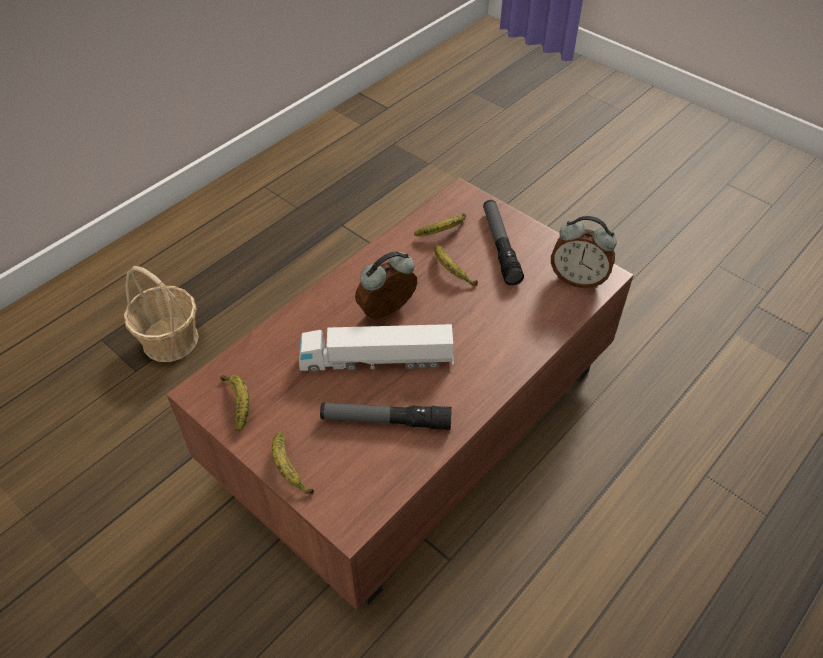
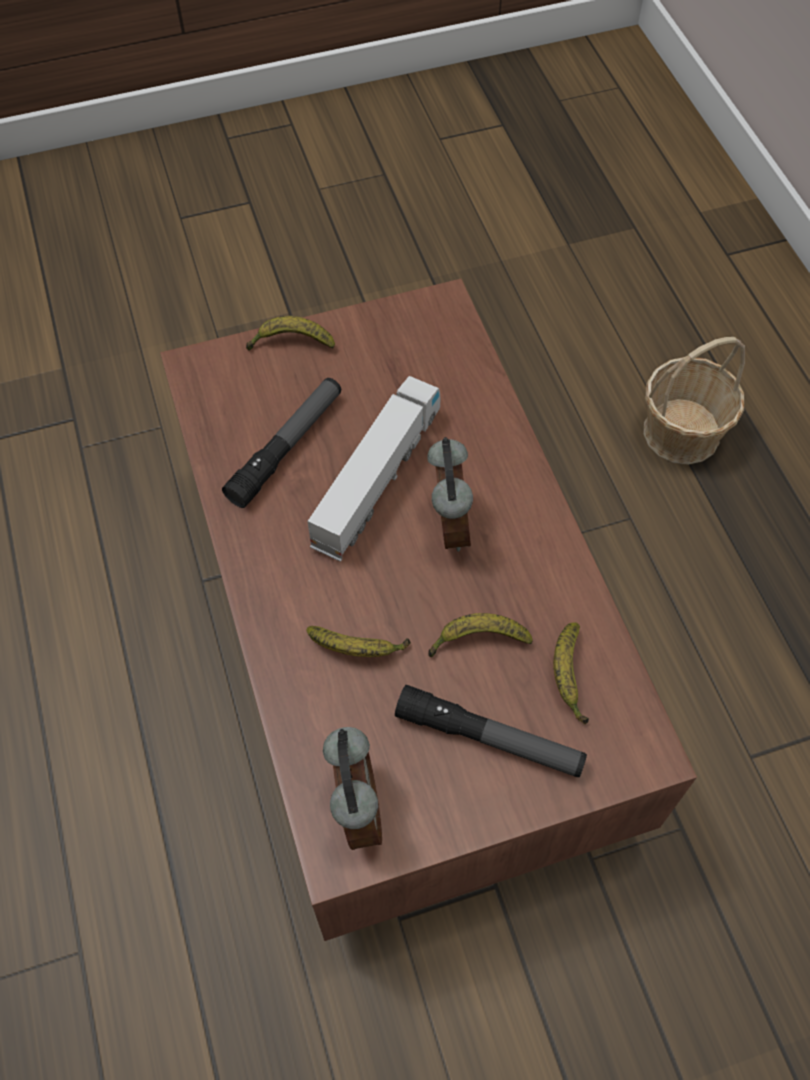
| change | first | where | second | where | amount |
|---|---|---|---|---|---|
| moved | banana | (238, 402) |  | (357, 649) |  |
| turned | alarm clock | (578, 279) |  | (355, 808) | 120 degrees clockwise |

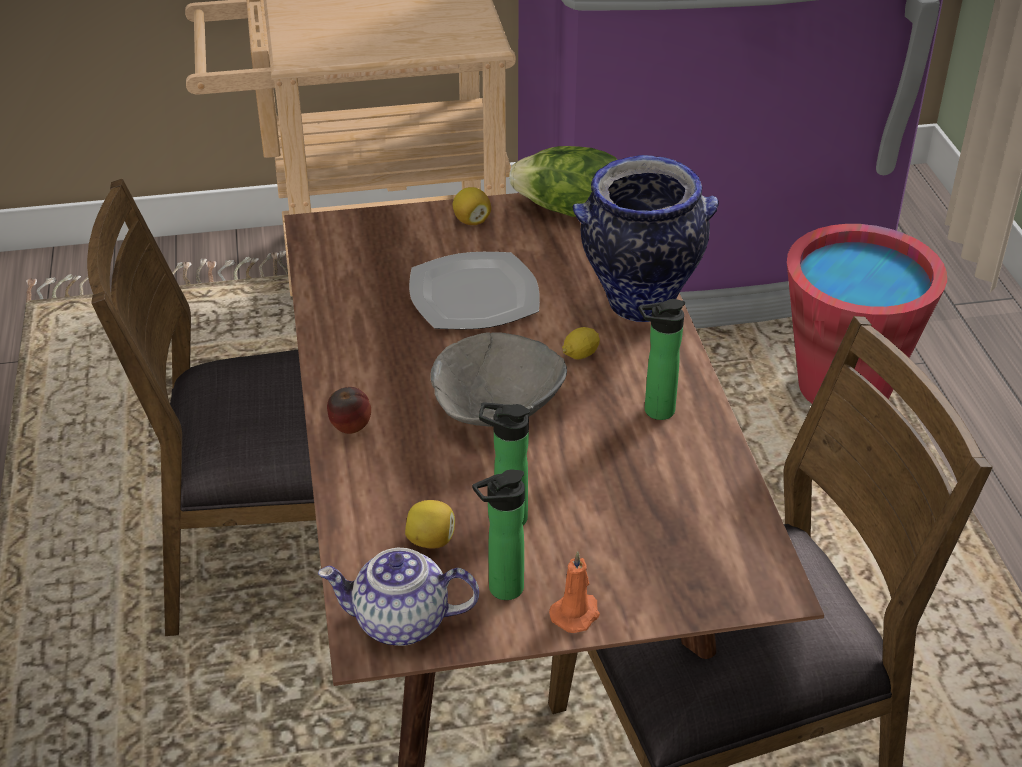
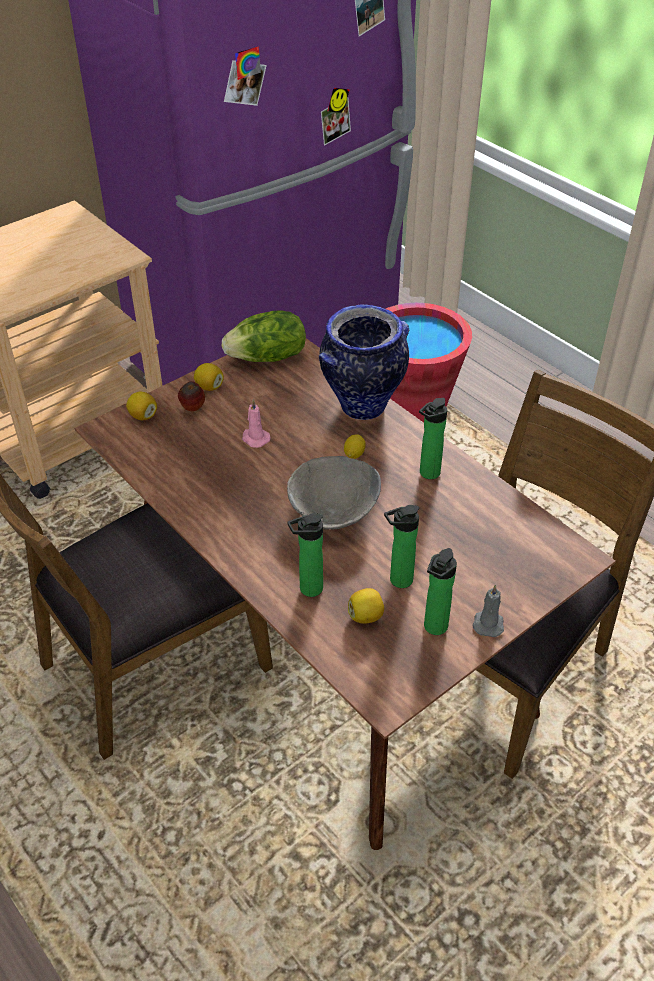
| change | first | where | second | where | amount |
|---|---|---|---|---|---|
| added |  |  | lemon | (143, 416) |  |
| moved | apple | (350, 430) |  | (192, 409) |  |
| replaced | plate | (474, 295) | pink candle | (255, 438) |  |
| added |  |  | bottle | (307, 589) |  |
| recoloured | orange candle | (576, 613) | grey candle | (488, 623) |  |
| removed | teapot | (400, 622) |  |  |  |

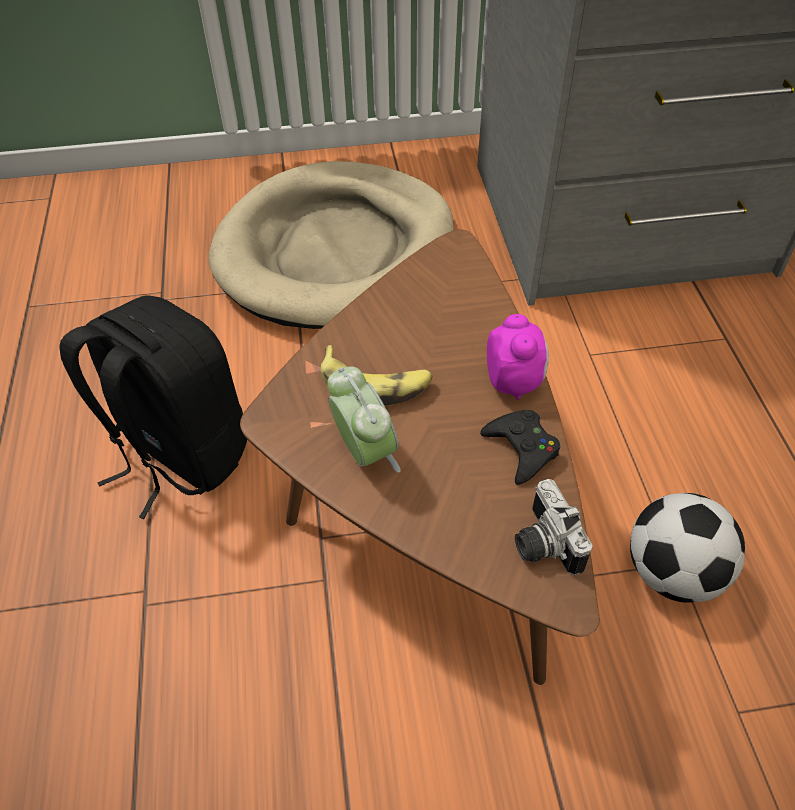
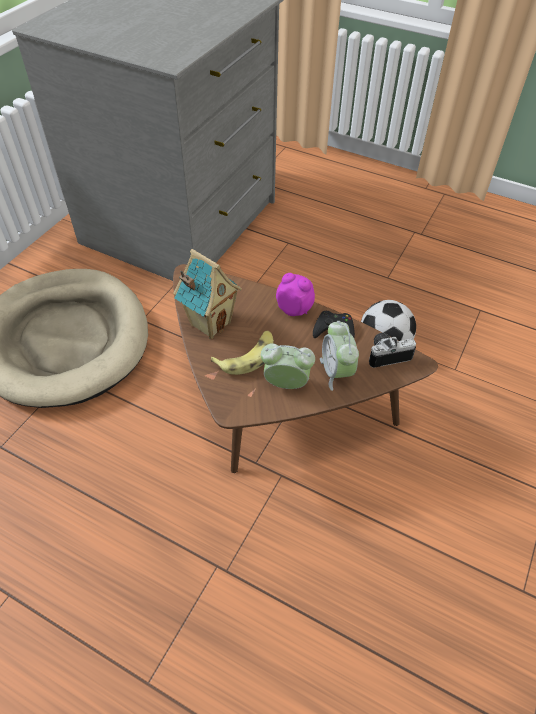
| change | first | where | second | where | amount |
|---|---|---|---|---|---|
| added |  |  | toy house | (210, 323) |  |
| added |  |  | alarm clock | (336, 372) |  |
| turned | photo camera | (542, 543) |  | (386, 354) | 150 degrees clockwise |
| removed | black backpack | (179, 453) |  |  |  |

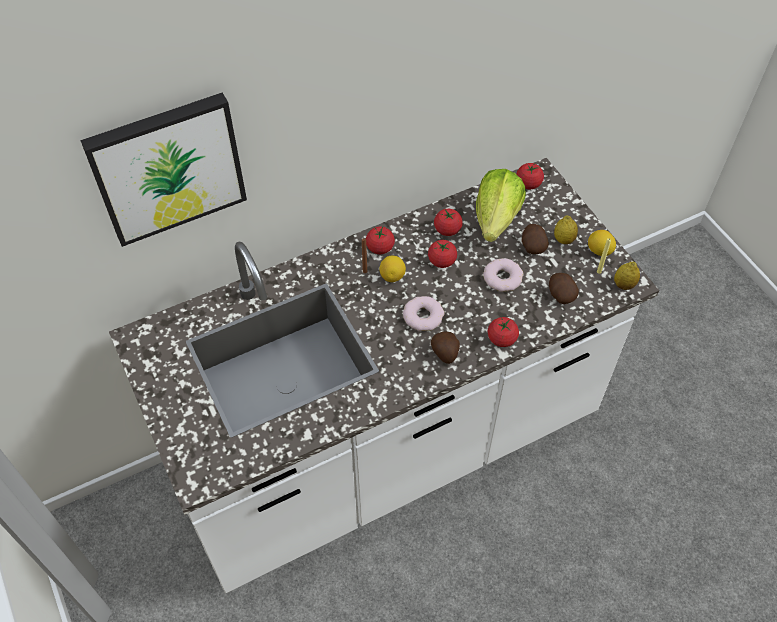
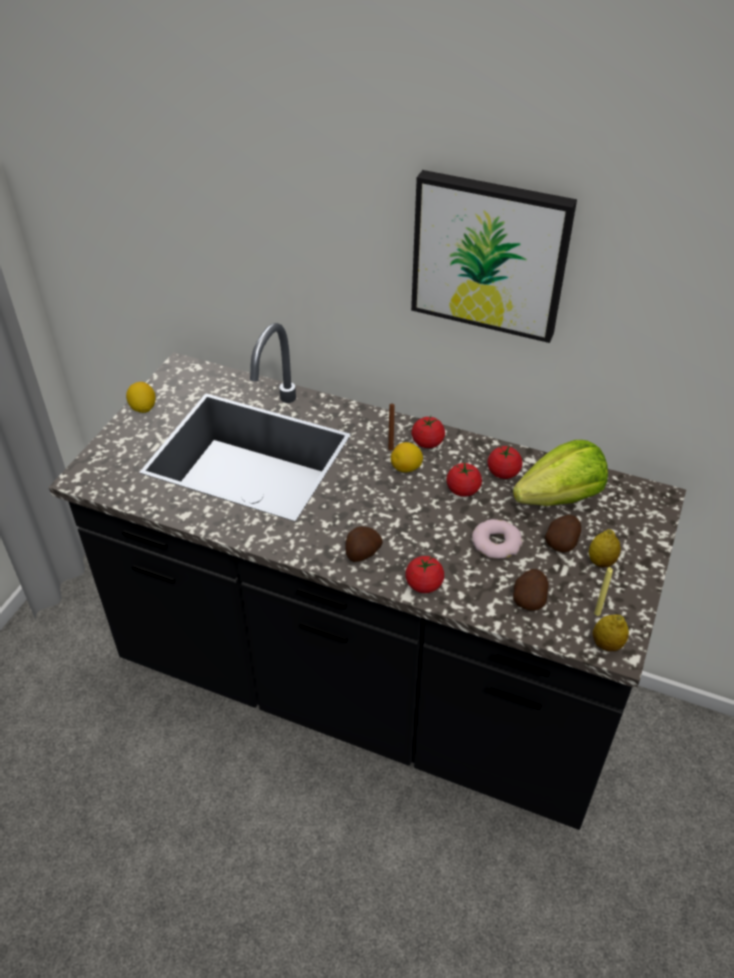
| change | first | where | second | where | amount |
|---|---|---|---|---|---|
| recoloured | white counter | (388, 449) | black counter | (367, 686) |  |
| moved | lemon | (599, 251) |  | (143, 408) |  |
| moved | picture | (167, 167) |  | (490, 254) |  |
| removed | donut | (423, 316) |  |  |  |
| removed | tomato | (528, 184) |  |  |  |

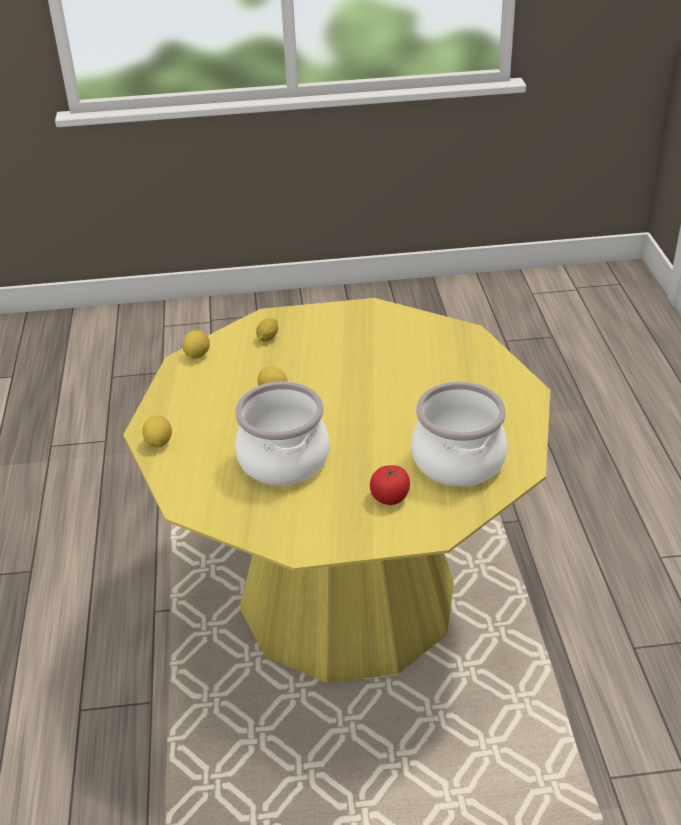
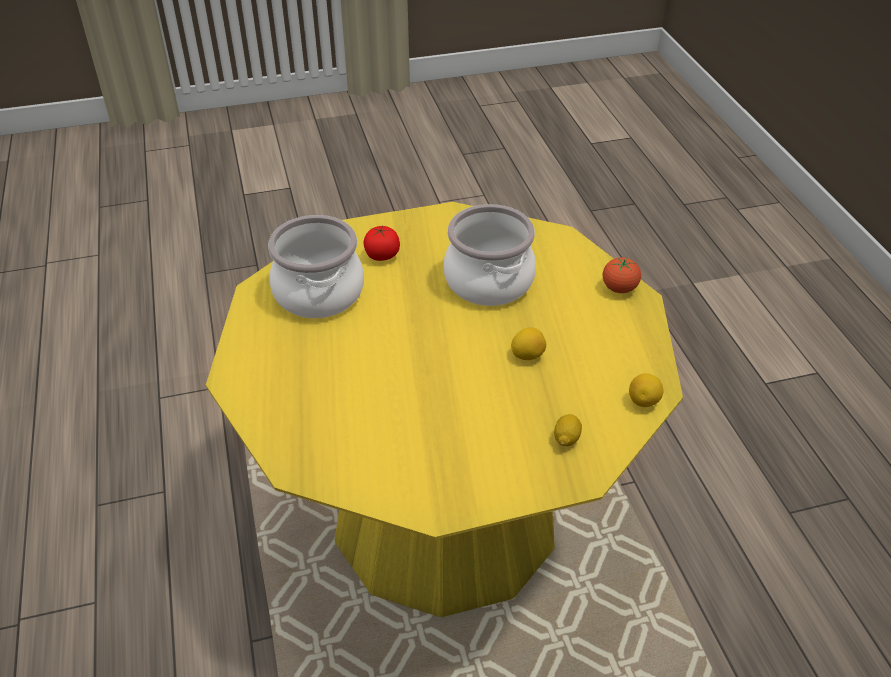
| change | first | where | second | where | amount |
|---|---|---|---|---|---|
| replaced | lemon | (159, 442) | tomato | (619, 288) |  |

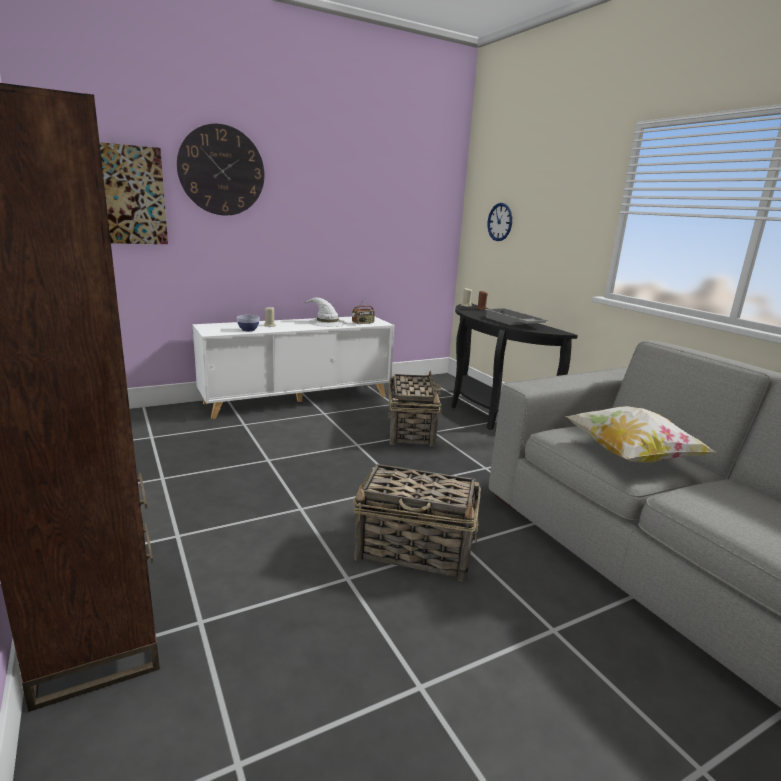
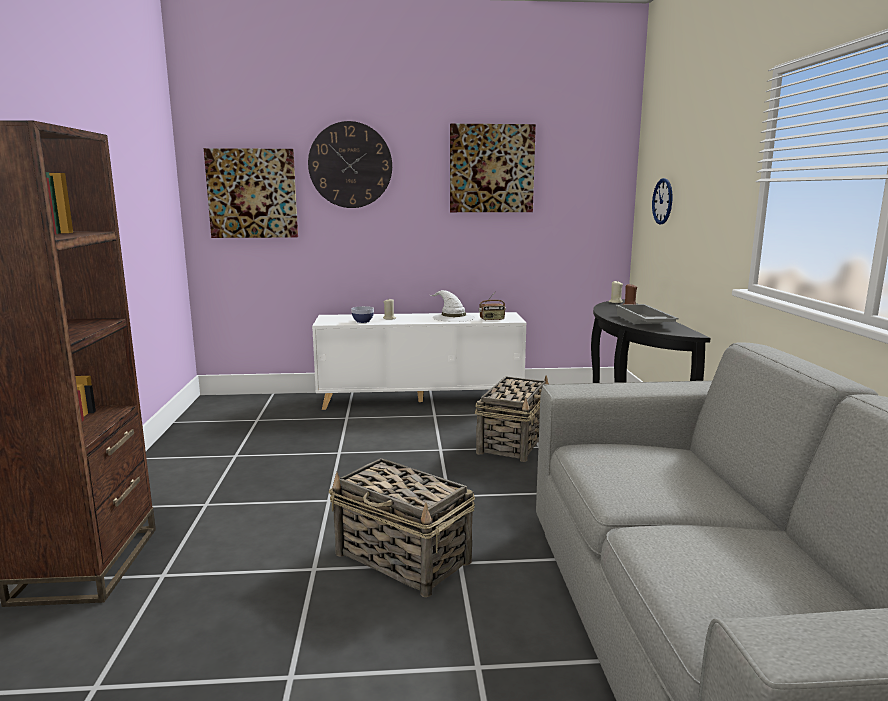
| change | first | where | second | where | amount |
|---|---|---|---|---|---|
| added |  |  | picture | (491, 168) |  |
| removed | pillow | (630, 456) |  |  |  |

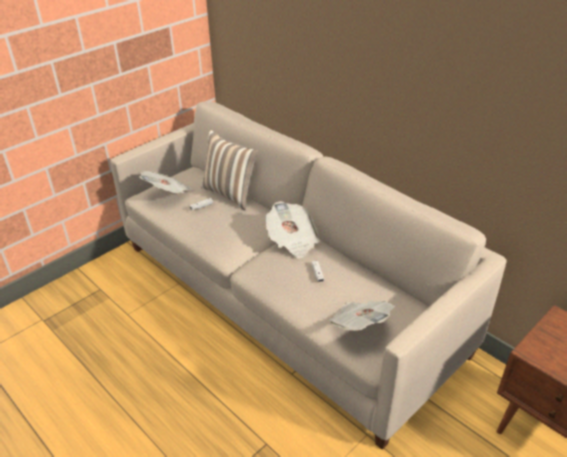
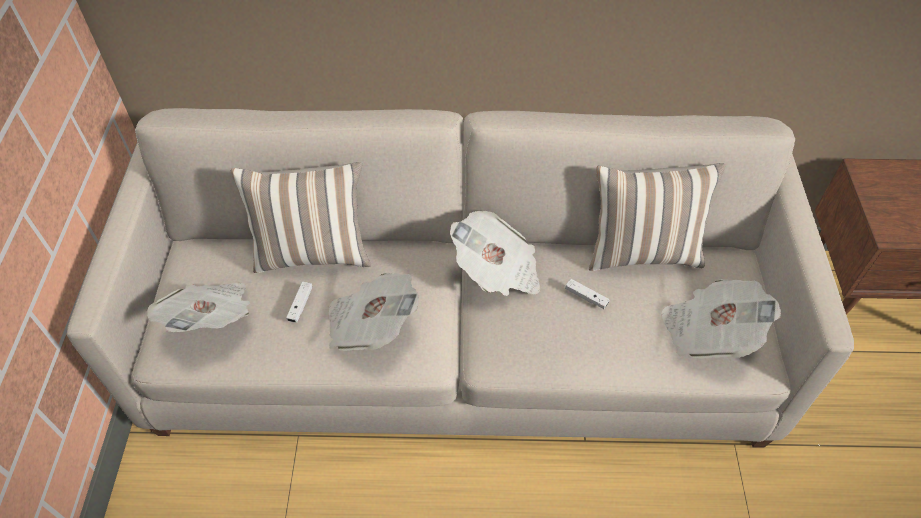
| change | first | where | second | where | amount |
|---|---|---|---|---|---|
| added |  |  | newspaper | (371, 325) |  |
| added |  |  | pillow | (642, 252) |  |

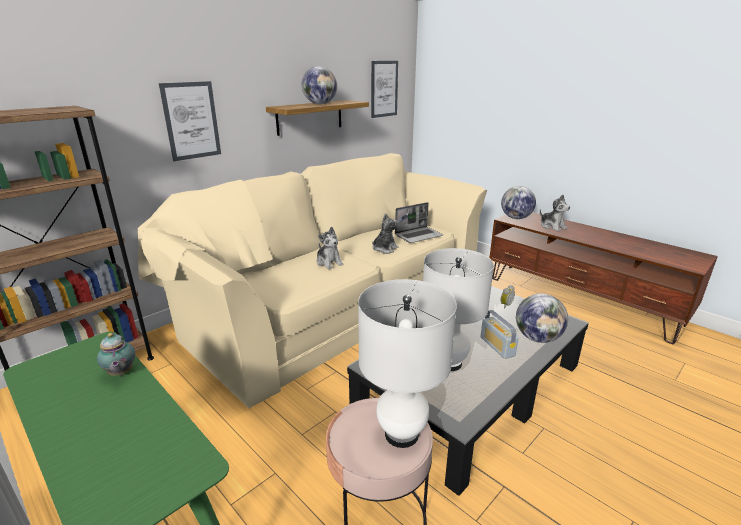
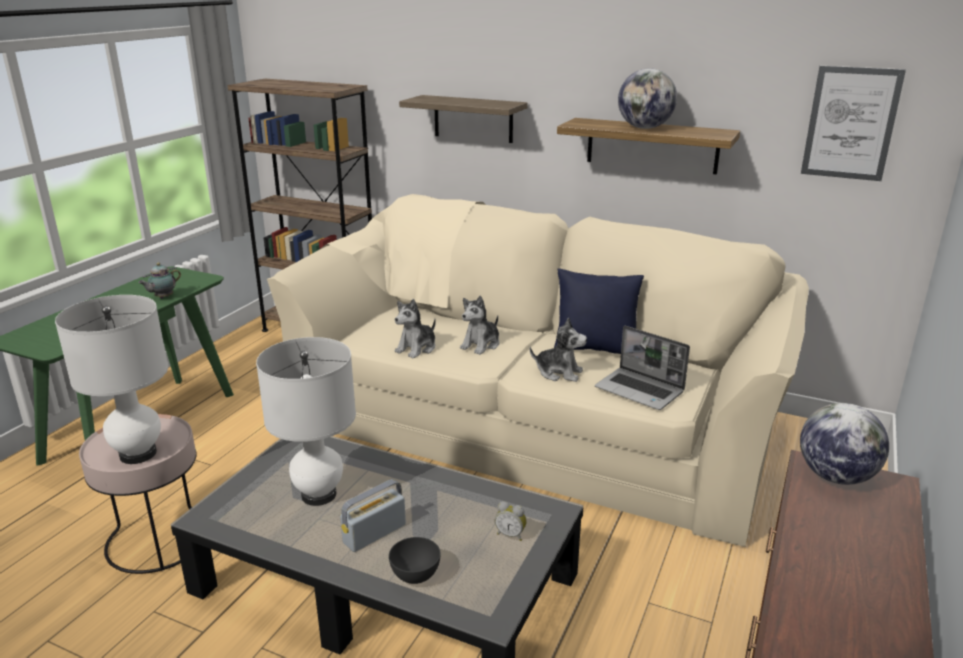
| change | first | where | second | where | amount |
|---|---|---|---|---|---|
| replaced | globe | (537, 338) | grey bowl | (416, 575) |  |
| moved | plush toy | (552, 226) |  | (417, 348) |  |
| replaced | picture | (191, 121) | shelf | (473, 119) |  |
| added |  |  | blue pillow | (595, 349) |  |

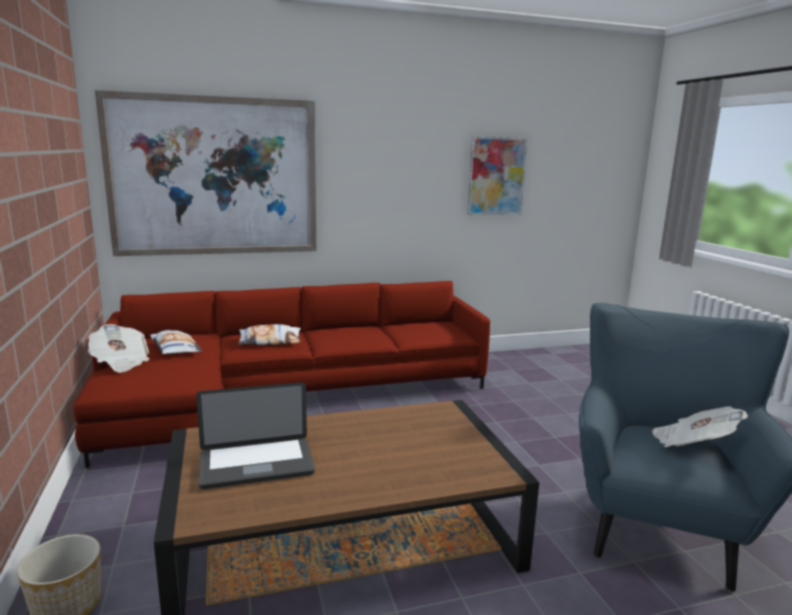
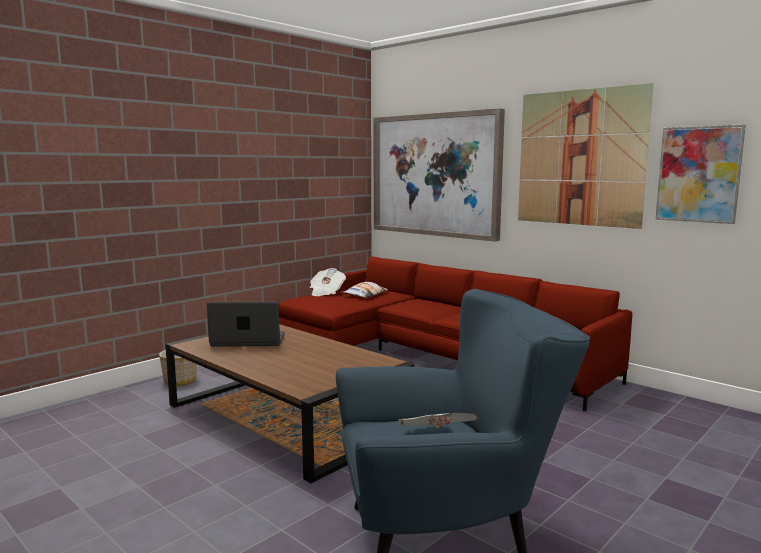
| change | first | where | second | where | amount |
|---|---|---|---|---|---|
| turned | laptop | (256, 464) |  | (248, 341) | 135 degrees clockwise |
| added |  |  | picture | (579, 158) |  |
| removed | pillow | (270, 341) |  |  |  |

